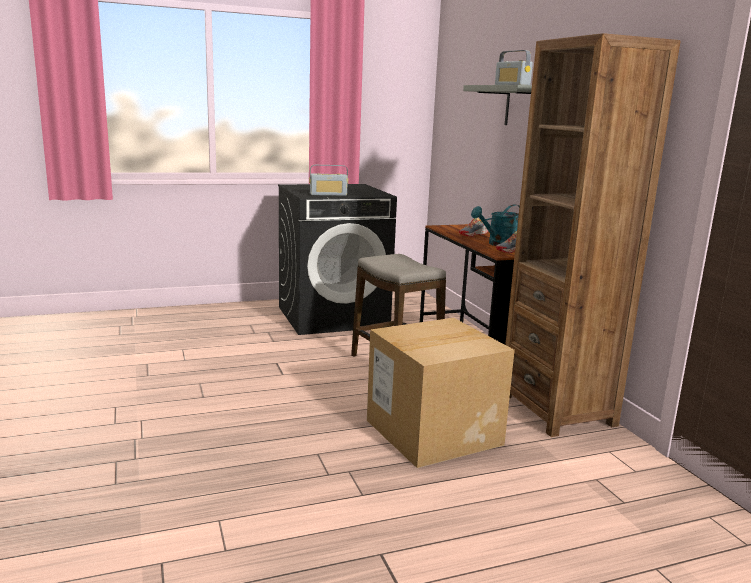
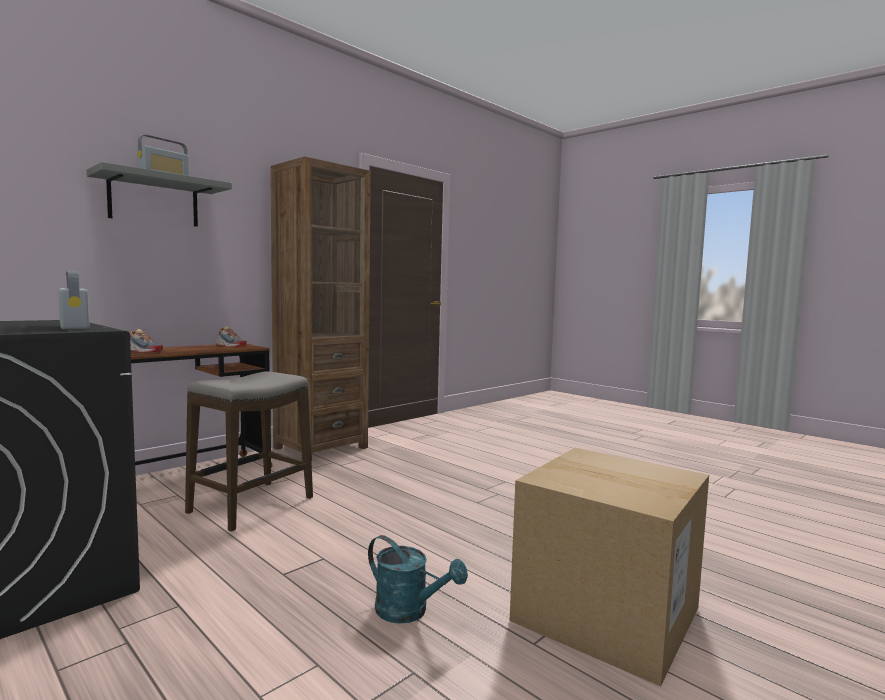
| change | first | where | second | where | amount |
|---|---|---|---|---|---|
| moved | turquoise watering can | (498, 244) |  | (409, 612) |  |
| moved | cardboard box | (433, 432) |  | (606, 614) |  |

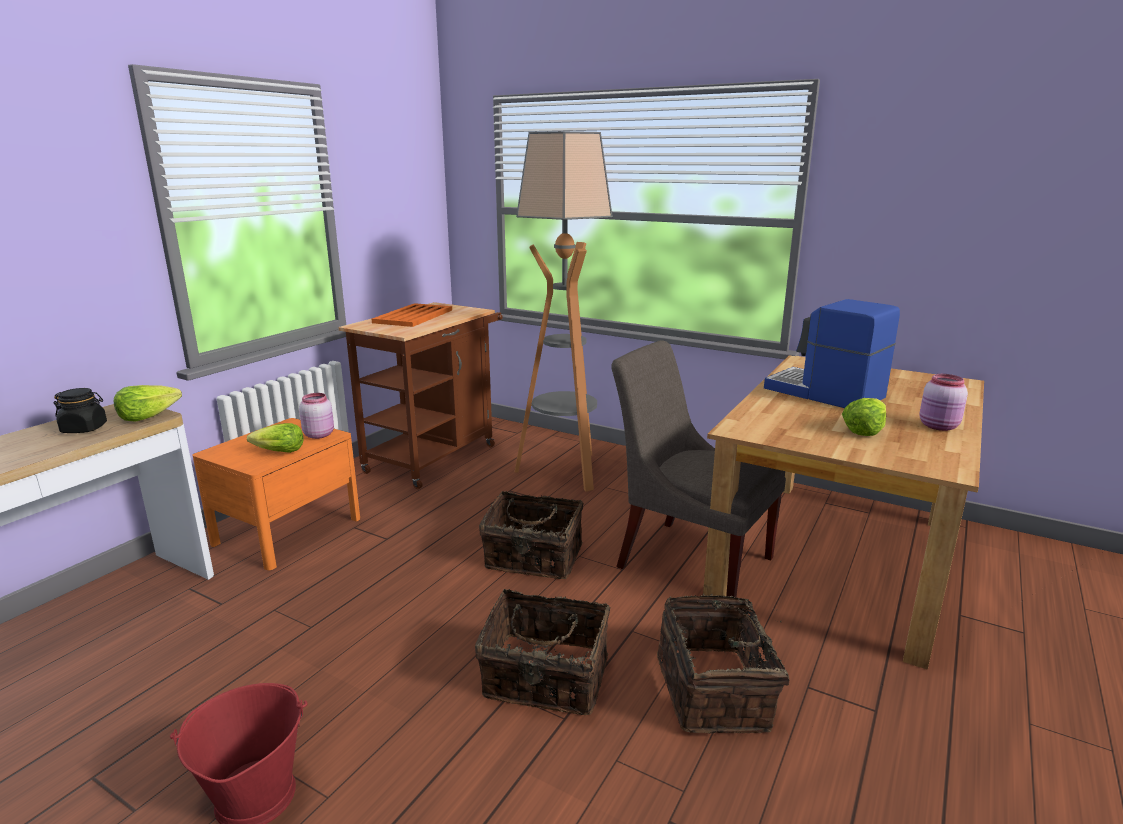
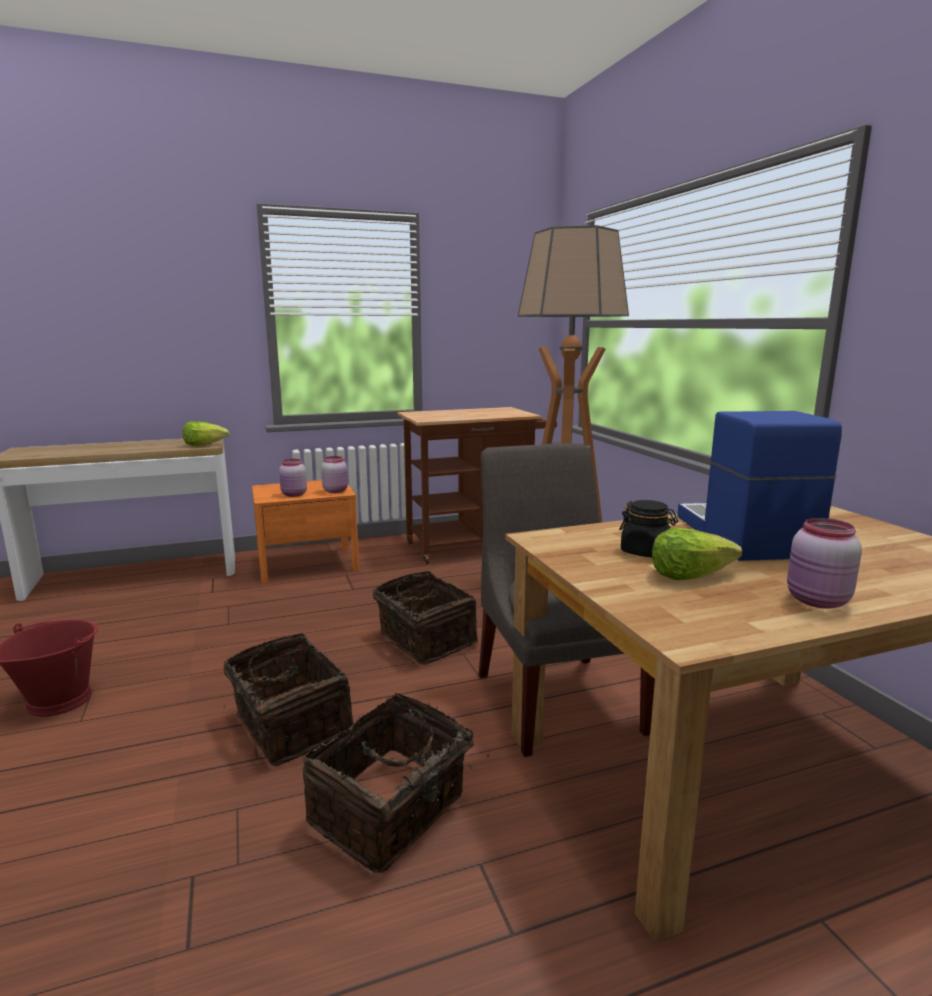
| change | first | where | second | where | amount |
|---|---|---|---|---|---|
| replaced | lettuce | (279, 452) | pink jar | (294, 494) |  |
| moved | black jar | (84, 429) |  | (646, 552) |  |
| removed | orange tray | (414, 316) |  |  |  |

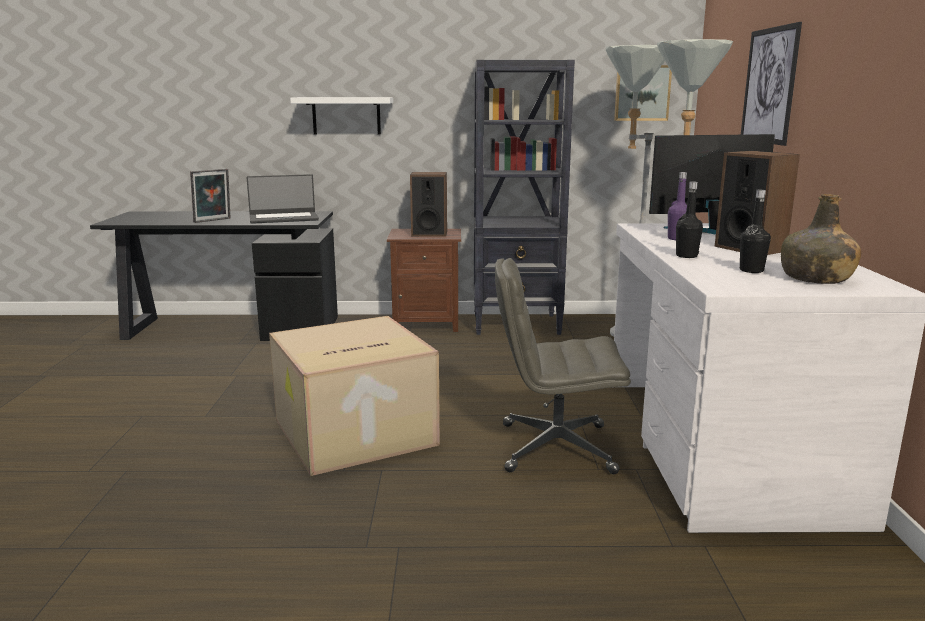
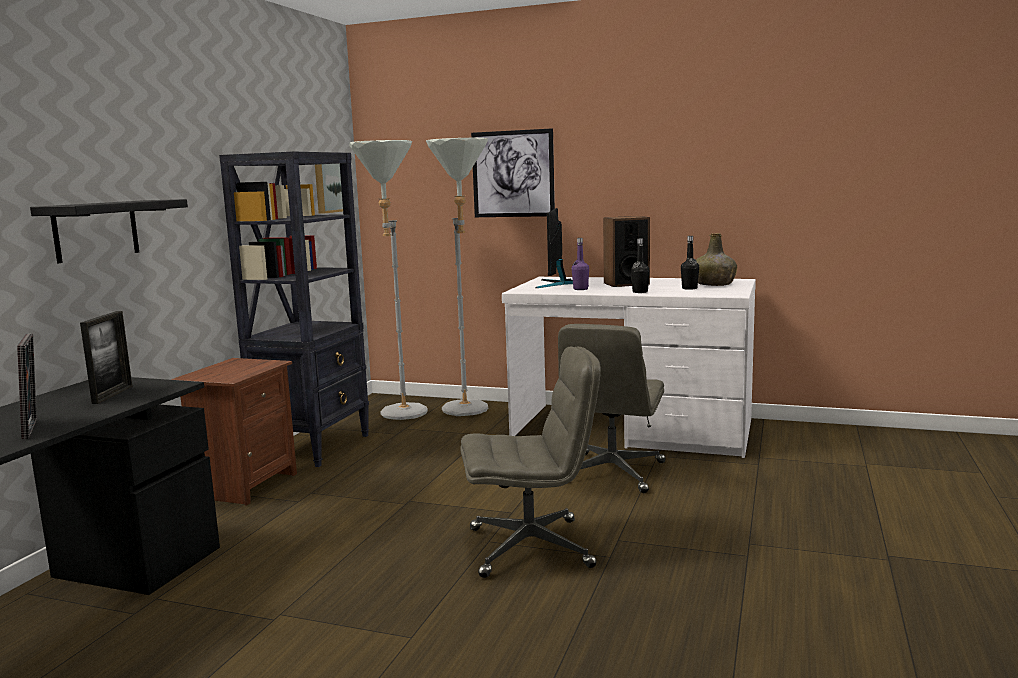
| change | first | where | second | where | amount |
|---|---|---|---|---|---|
| recoloured | white shelf | (346, 116) | black shelf | (96, 230) |  |
| replaced | laptop | (283, 218) | picture frame | (112, 394) |  |
| replaced | cardboard box | (353, 433) | grey office chair | (532, 547) |  |
| removed | speaker | (429, 233) |  |  |  |

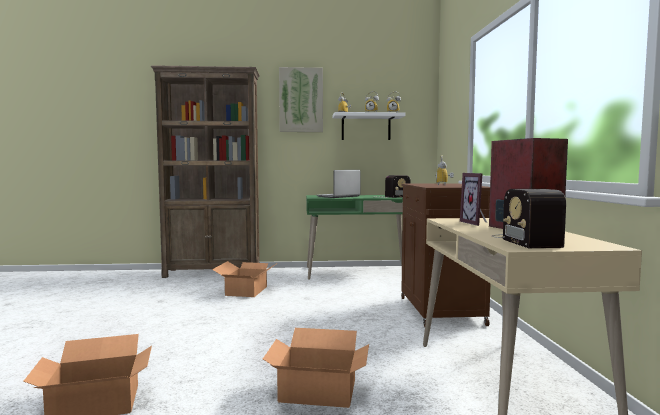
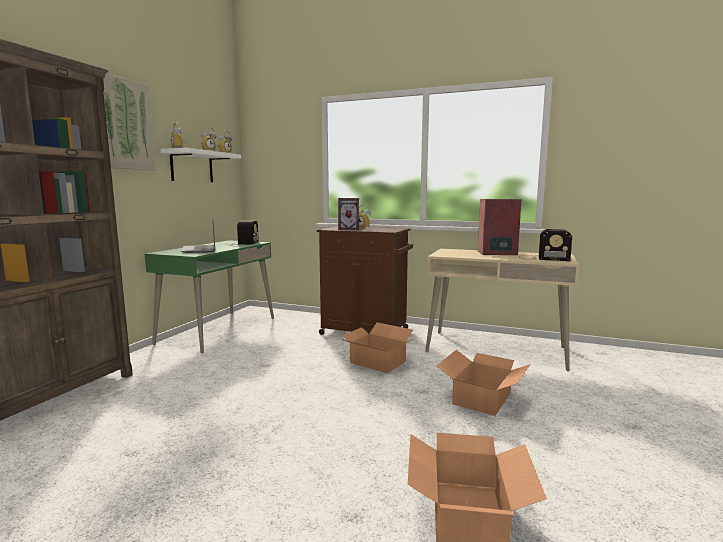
| change | first | where | second | where | amount |
|---|---|---|---|---|---|
| moved | picture frame | (476, 223) |  | (349, 229) |  |
| moved | cardboard box | (247, 291) |  | (377, 362) |  |

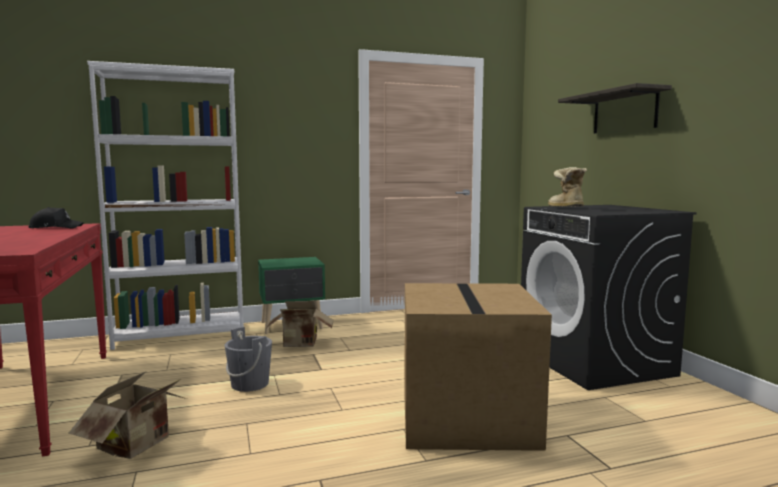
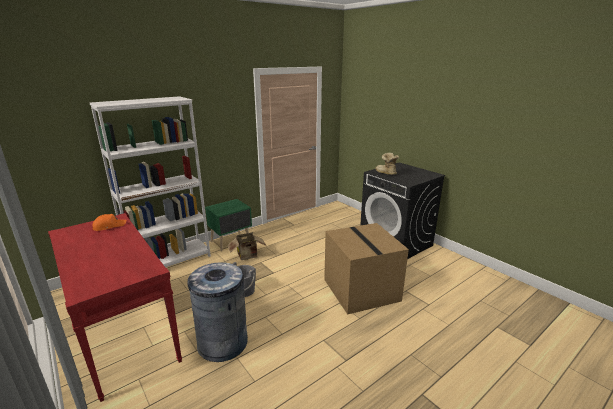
| change | first | where | second | where | amount |
|---|---|---|---|---|---|
| recoloured | black cap | (56, 227) | orange cap | (109, 226) |  |
| replaced | cardboard box | (139, 445) | grey trash can | (223, 343) |  |
| removed | shelf | (624, 112) |  |  |  |

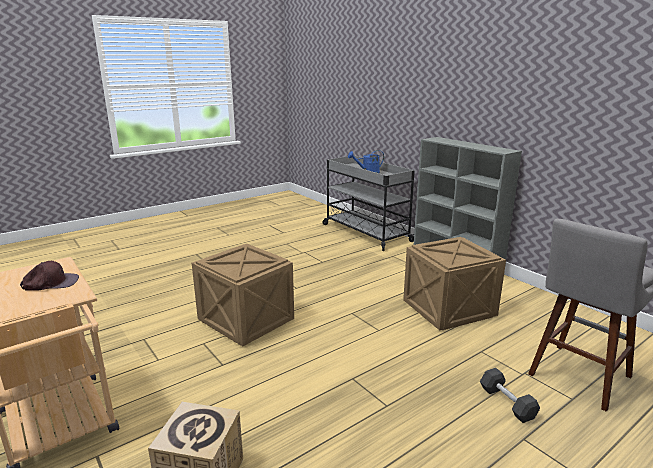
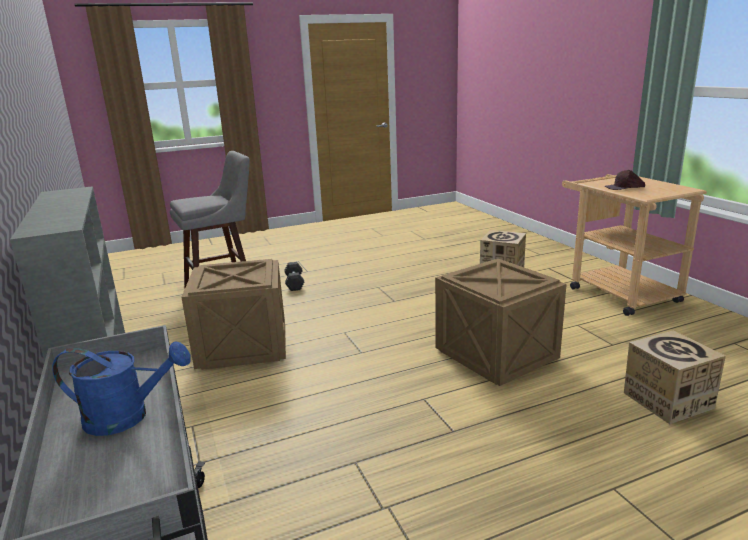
| change | first | where | second | where | amount |
|---|---|---|---|---|---|
| added |  |  | cardboard box | (667, 400) |  |

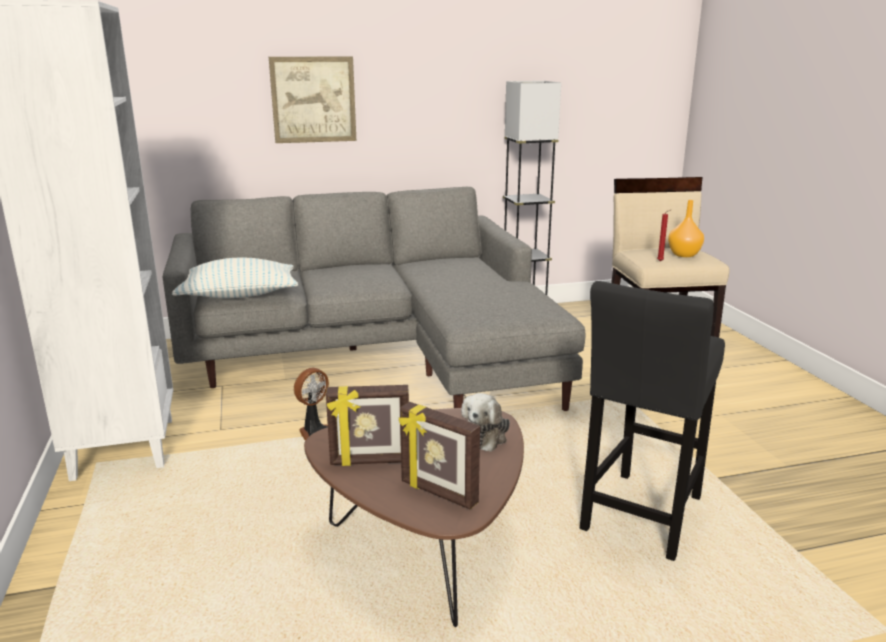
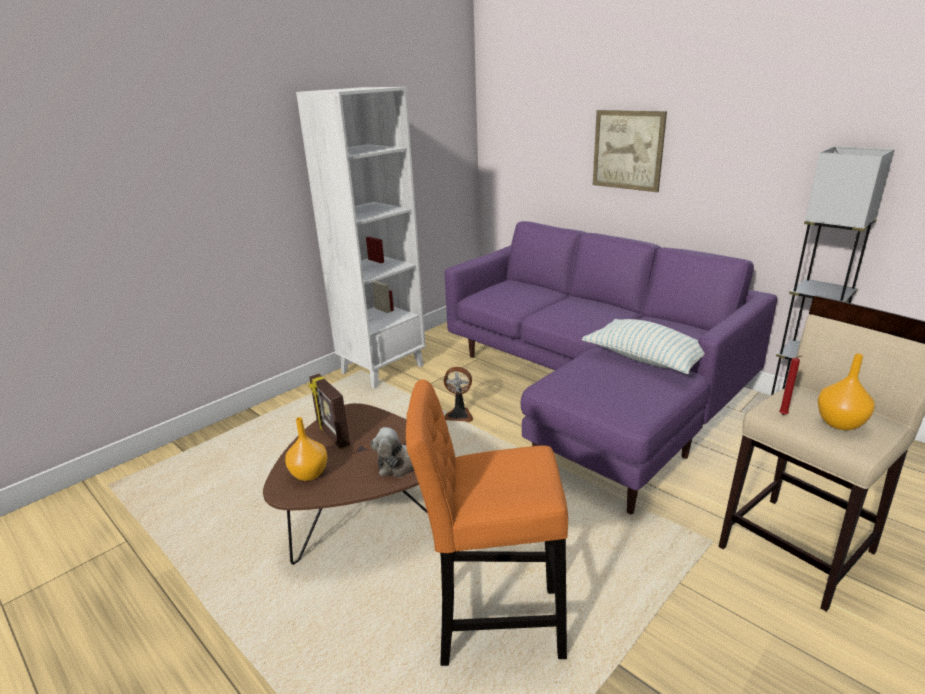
| change | first | where | second | where | amount |
|---|---|---|---|---|---|
| replaced | picture frame | (438, 493) | orange vase | (309, 474) |  |
| recoloured | black stool | (640, 518) | orange stool | (491, 623) |  |
| recoloured | grey sofa | (381, 358) | purple sofa | (593, 389) |  |
| moved | pillow | (238, 295) |  | (646, 359) |  |

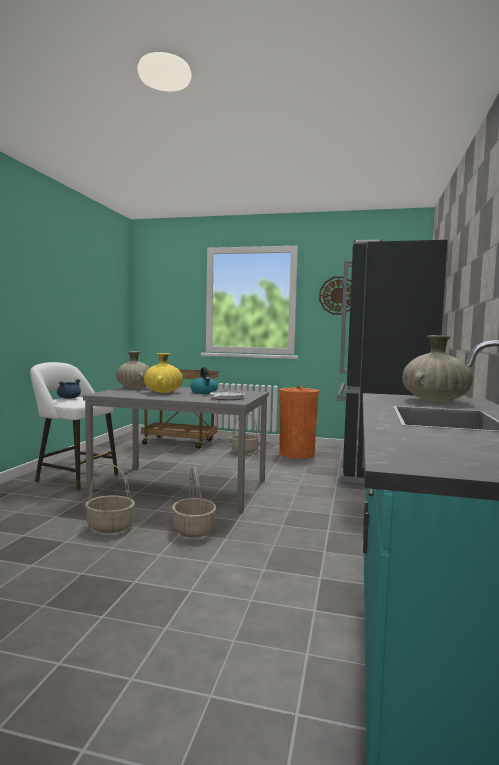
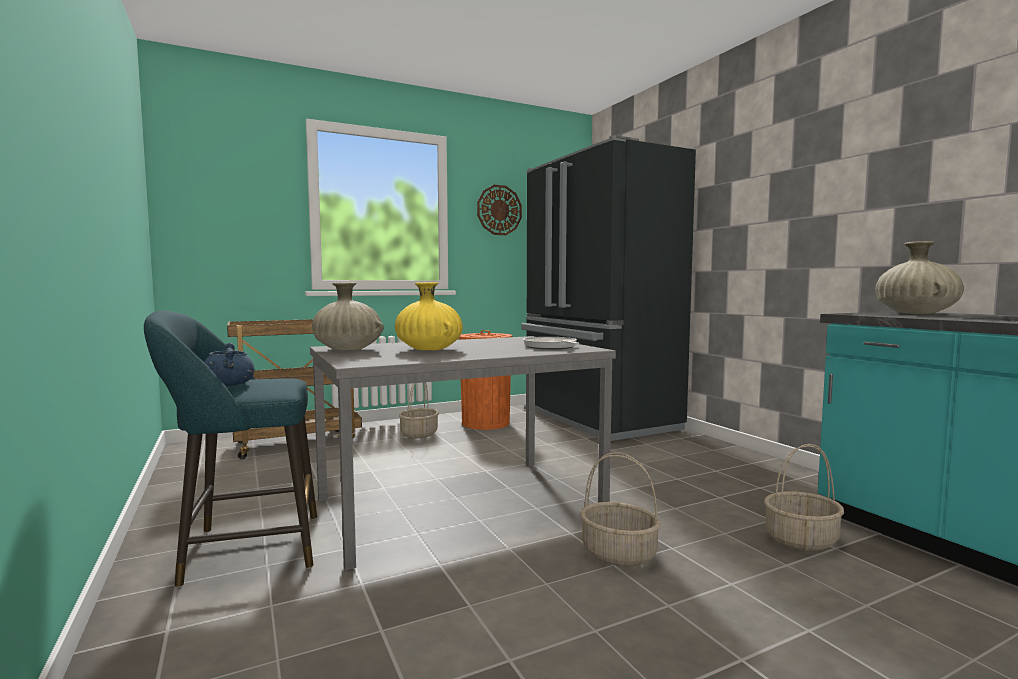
| change | first | where | second | where | amount |
|---|---|---|---|---|---|
| recoloured | white stool | (74, 478) | turquoise stool | (244, 550) |  |
| moved | basket | (109, 527) |  | (801, 540) |  |
| removed | kettle | (204, 392) |  |  |  |

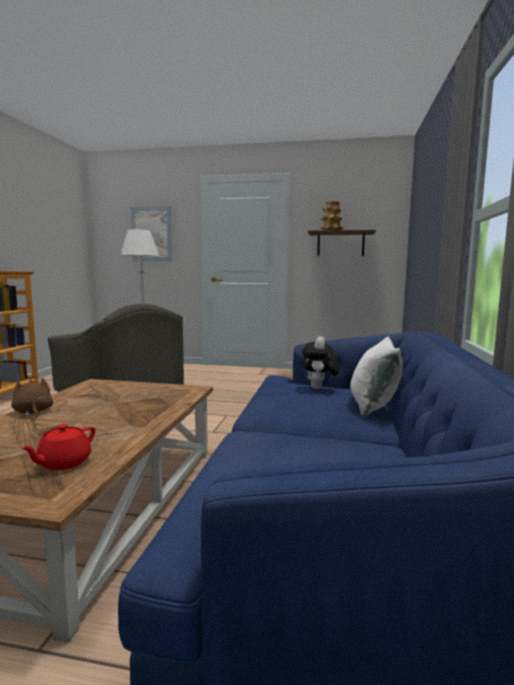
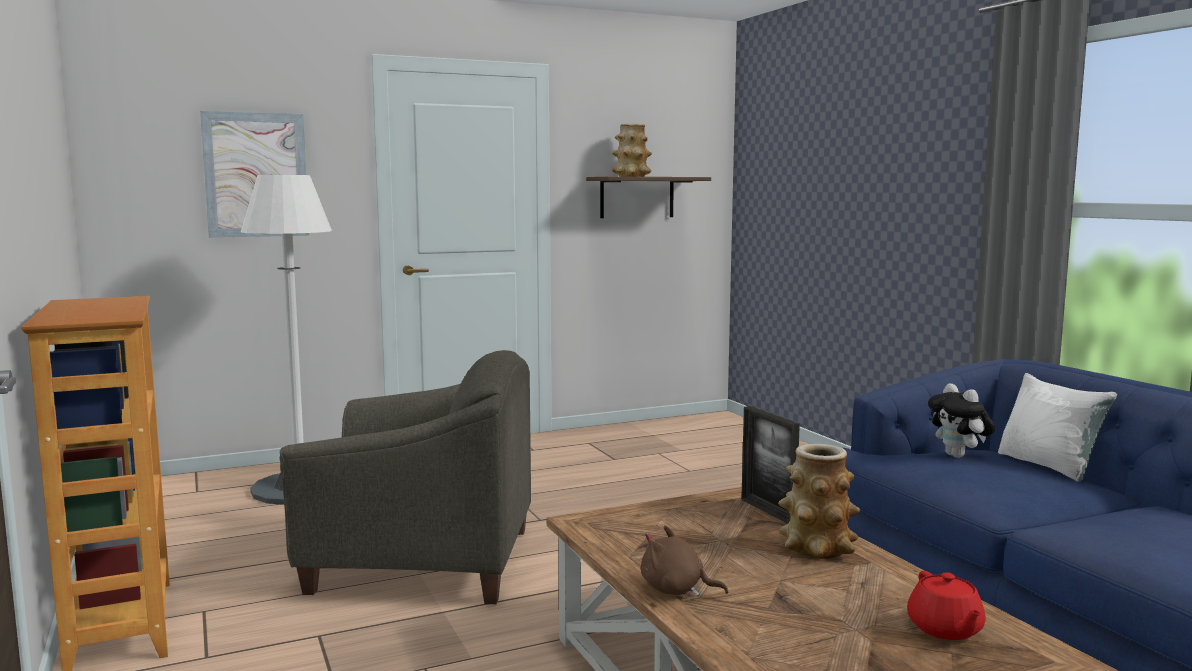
| change | first | where | second | where | amount |
|---|---|---|---|---|---|
| added |  |  | picture frame | (767, 511) |  |
| added |  |  | vase | (817, 548) |  |

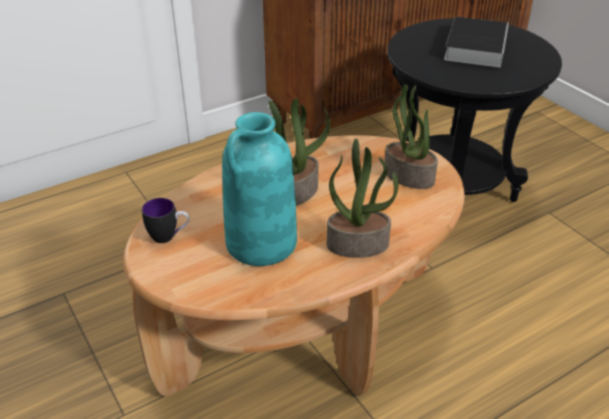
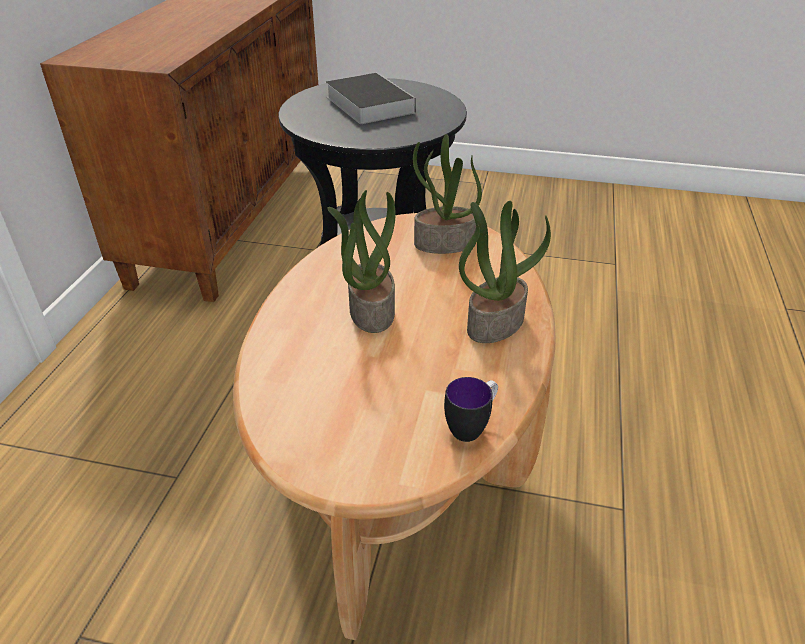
| change | first | where | second | where | amount |
|---|---|---|---|---|---|
| moved | mug | (169, 237) |  | (472, 426) |  |
| removed | turquoise vase | (261, 244) |  |  |  |

